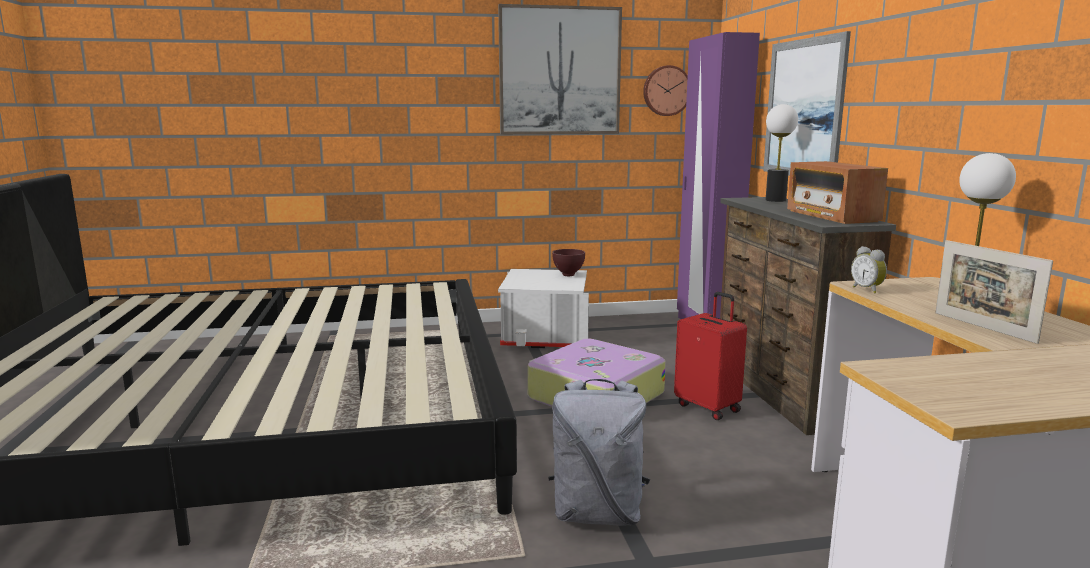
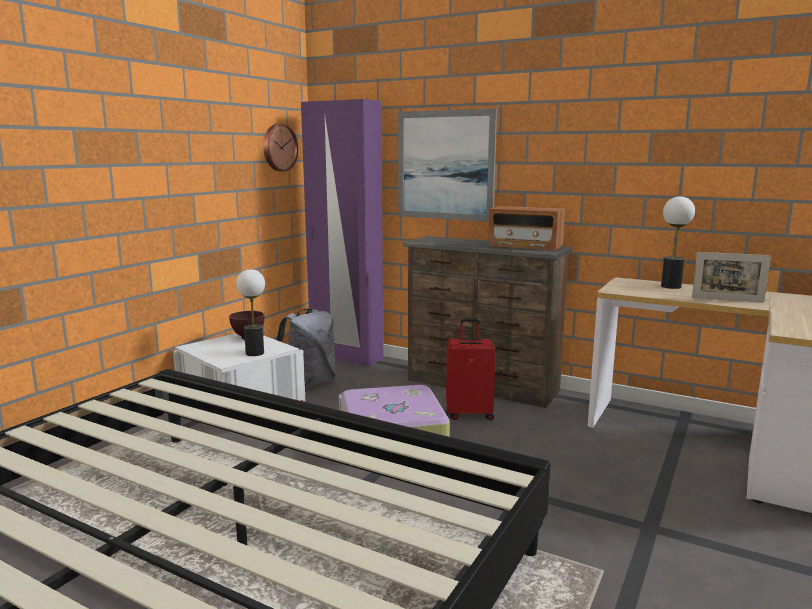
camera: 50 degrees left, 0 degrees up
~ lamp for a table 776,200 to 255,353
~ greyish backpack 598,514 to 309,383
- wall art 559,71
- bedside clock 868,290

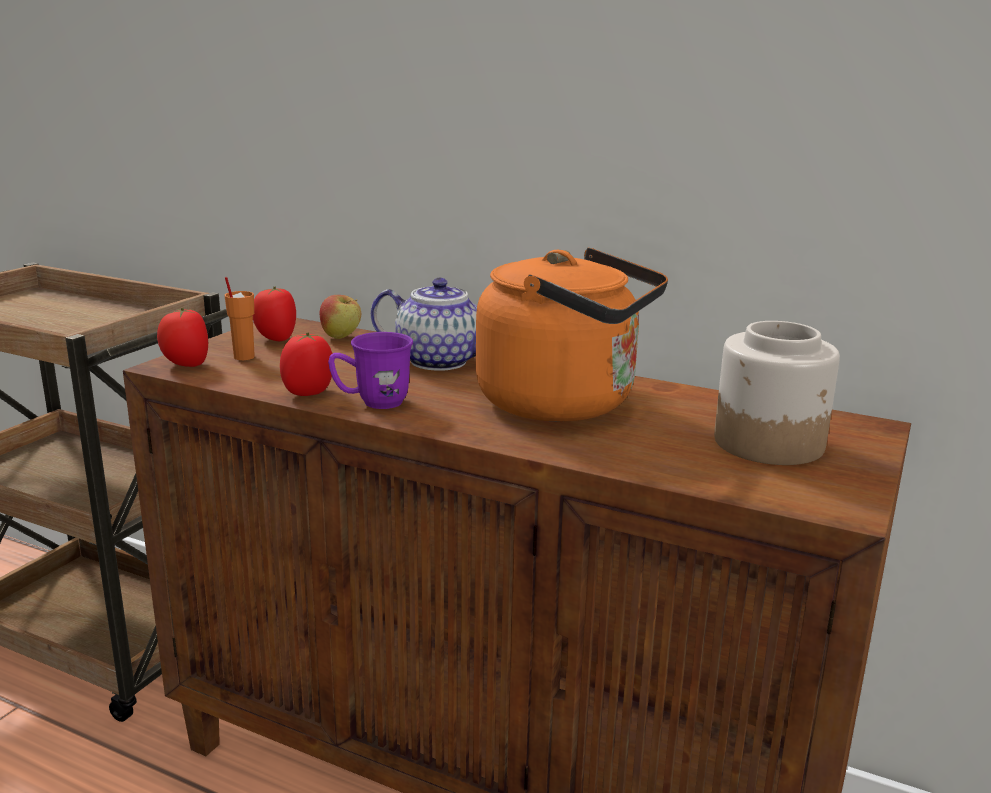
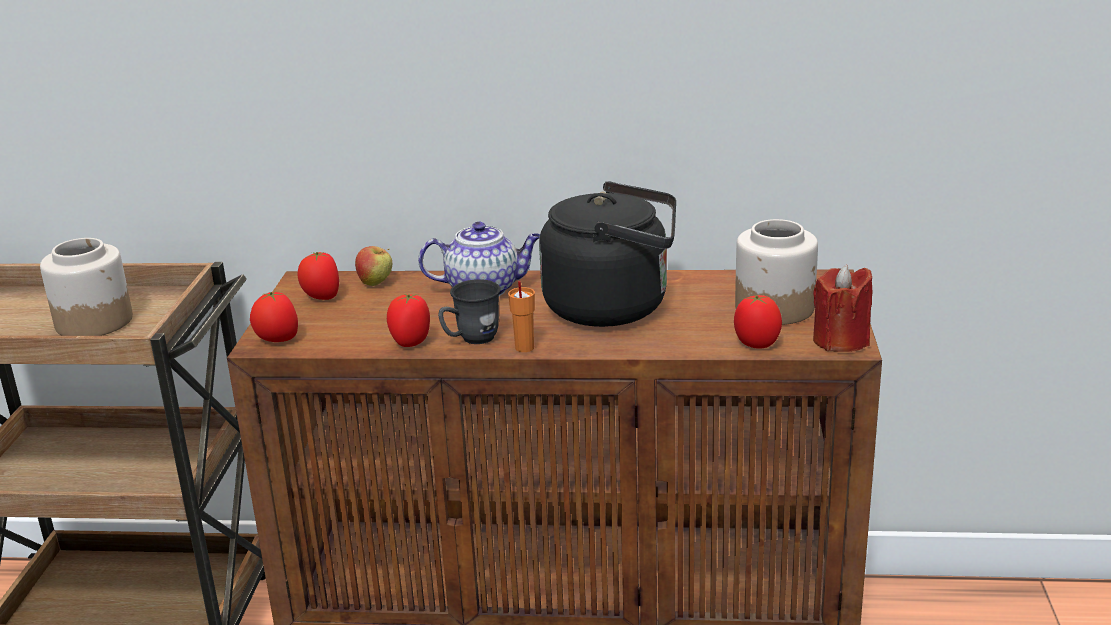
camera: 20 degrees left, 5 degrees up
+ storage jar 94,321
~ purple coffee mug 372,403 to greyish coffee mug 471,340
~ orange cup 243,357 to 524,348
~ orange kettle 566,404 to black-coloured kettle 614,307
+ fresh tomato 756,344
+ red-coloured candle 840,340

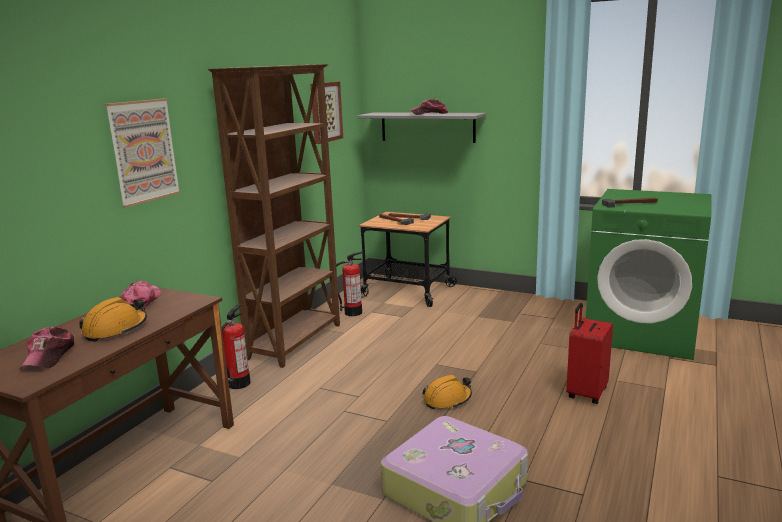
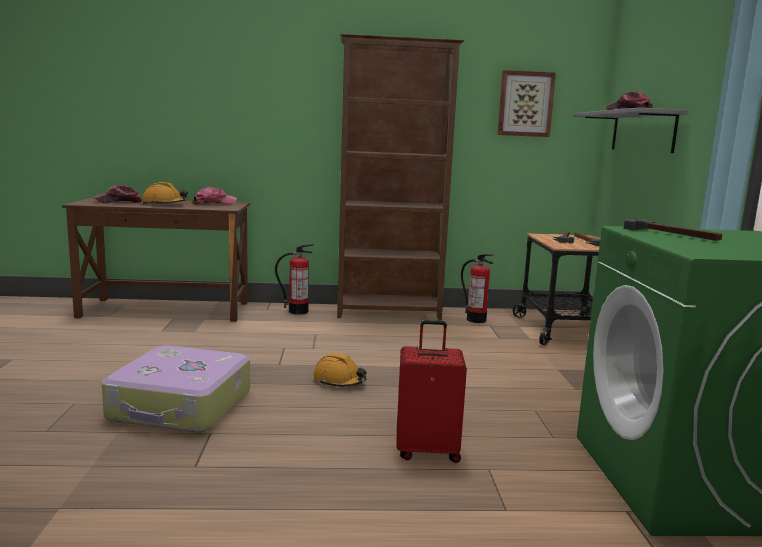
camera: 60 degrees right, 5 degrees down
- wall art 143,151

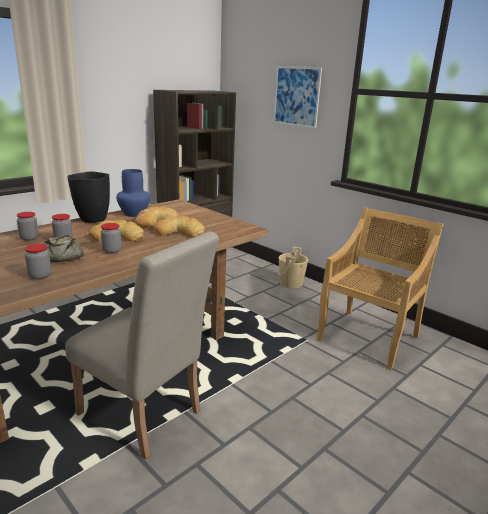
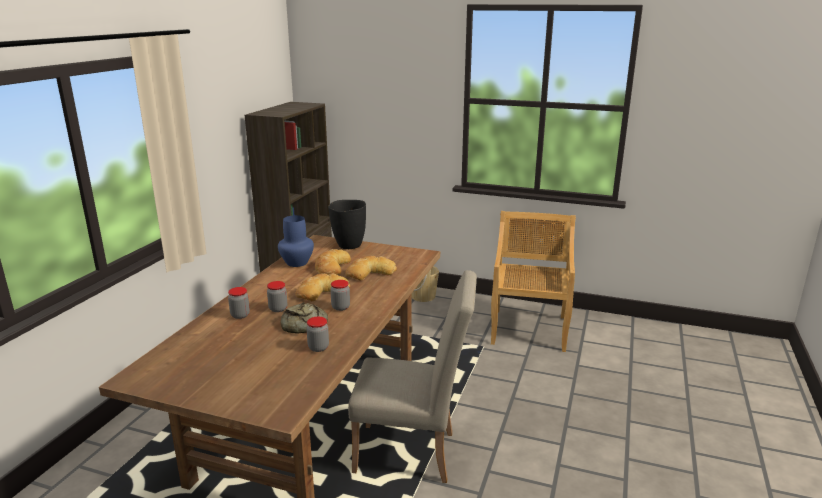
camera: 25 degrees left, 0 degrees up
~ black-coloured decorative vase 92,219 to 348,245
- wall art 296,96

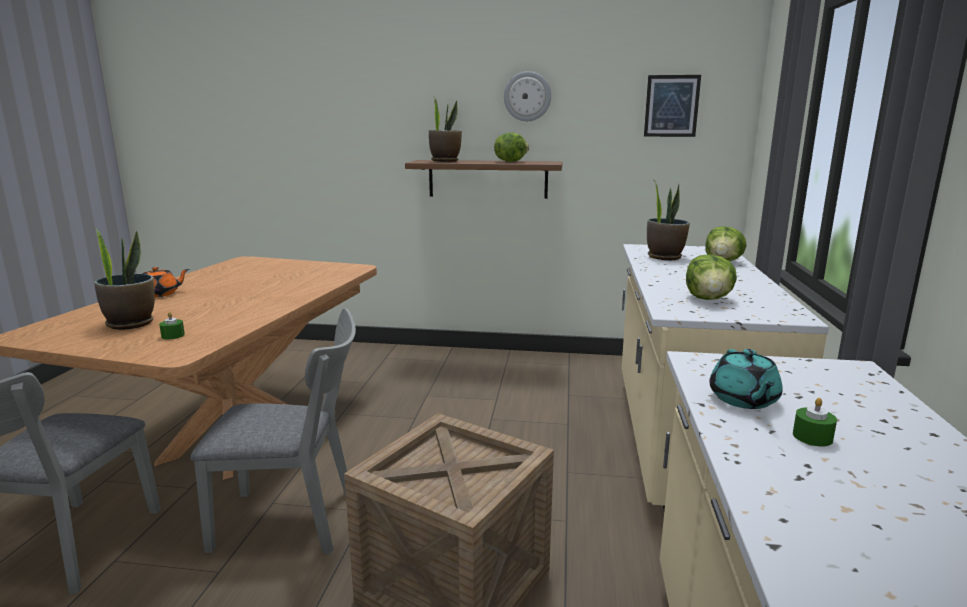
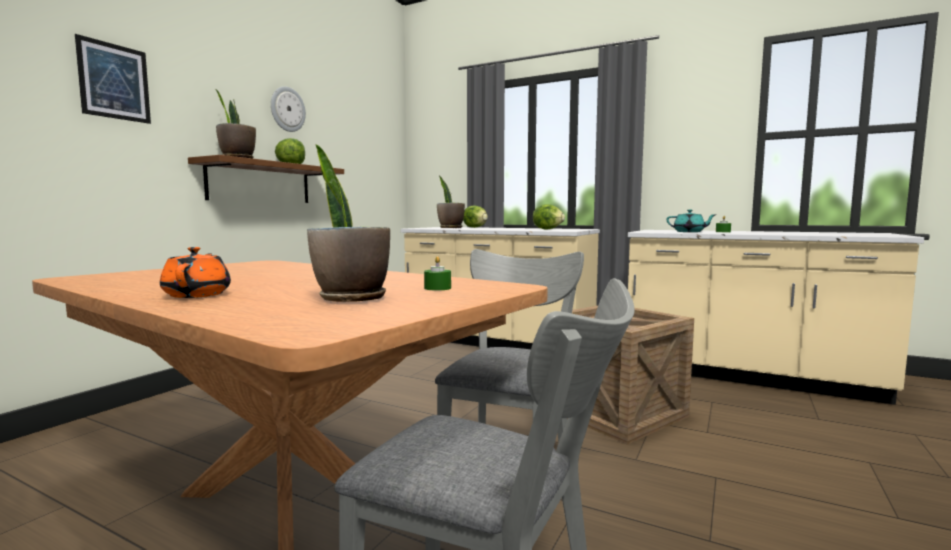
camera: 70 degrees left, 10 degrees down
~ wall art 671,106 to 114,81

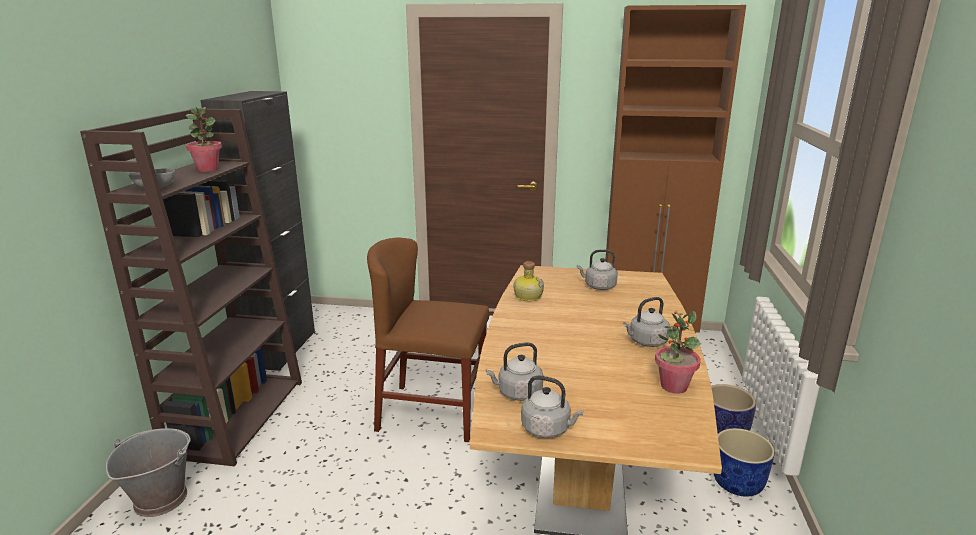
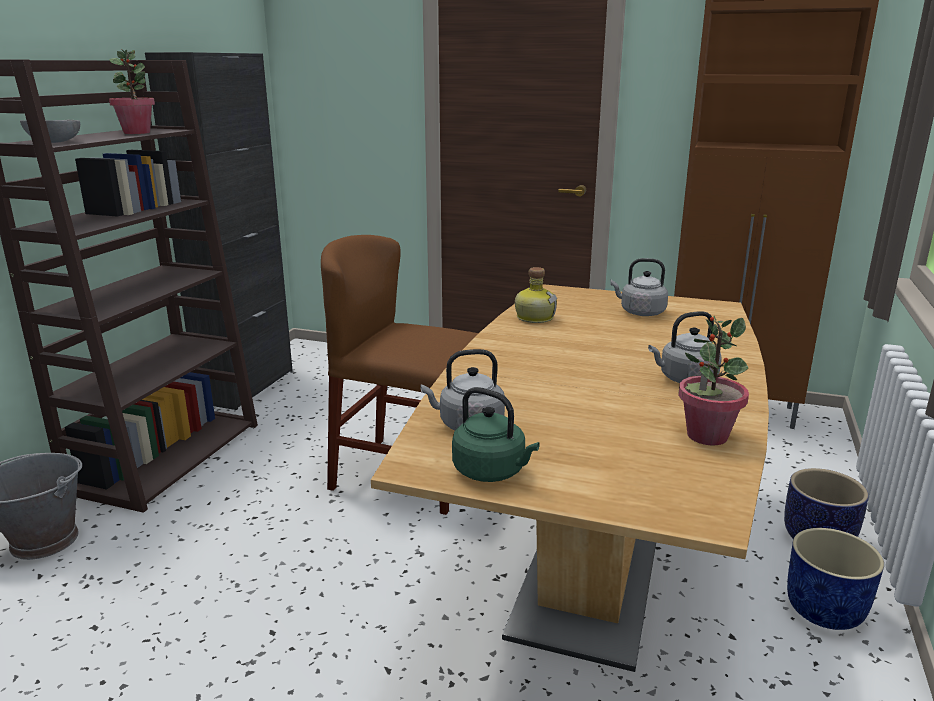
camera: 10 degrees right, 0 degrees up
~ greyish kettle 548,429 to green-coloured kettle 492,472

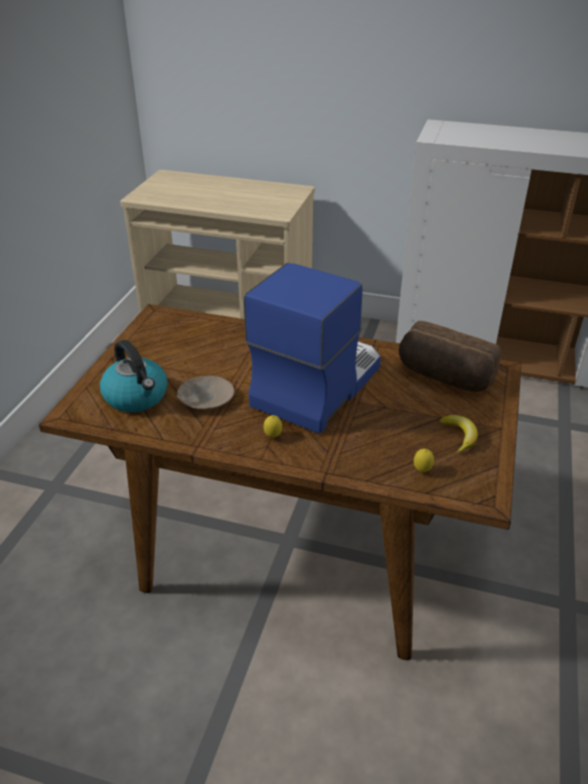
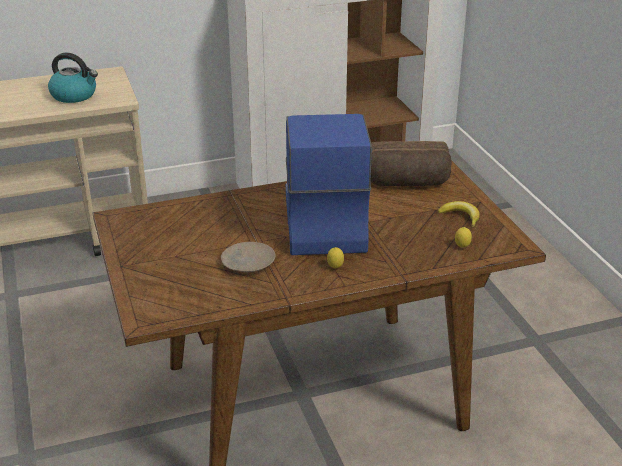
camera: 35 degrees left, 5 degrees down
~ kettle 137,397 to 74,95

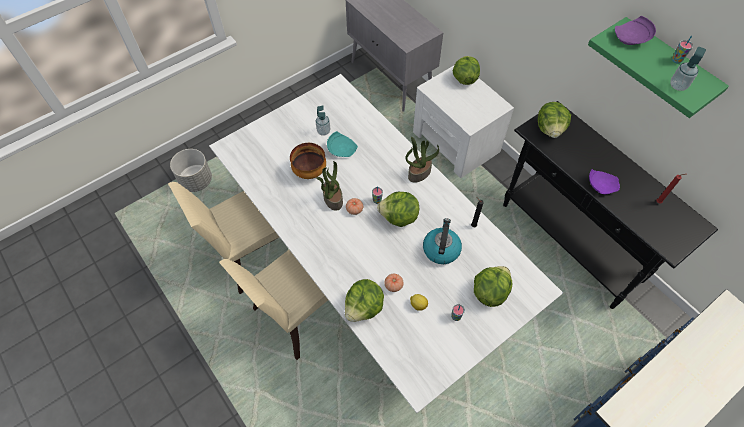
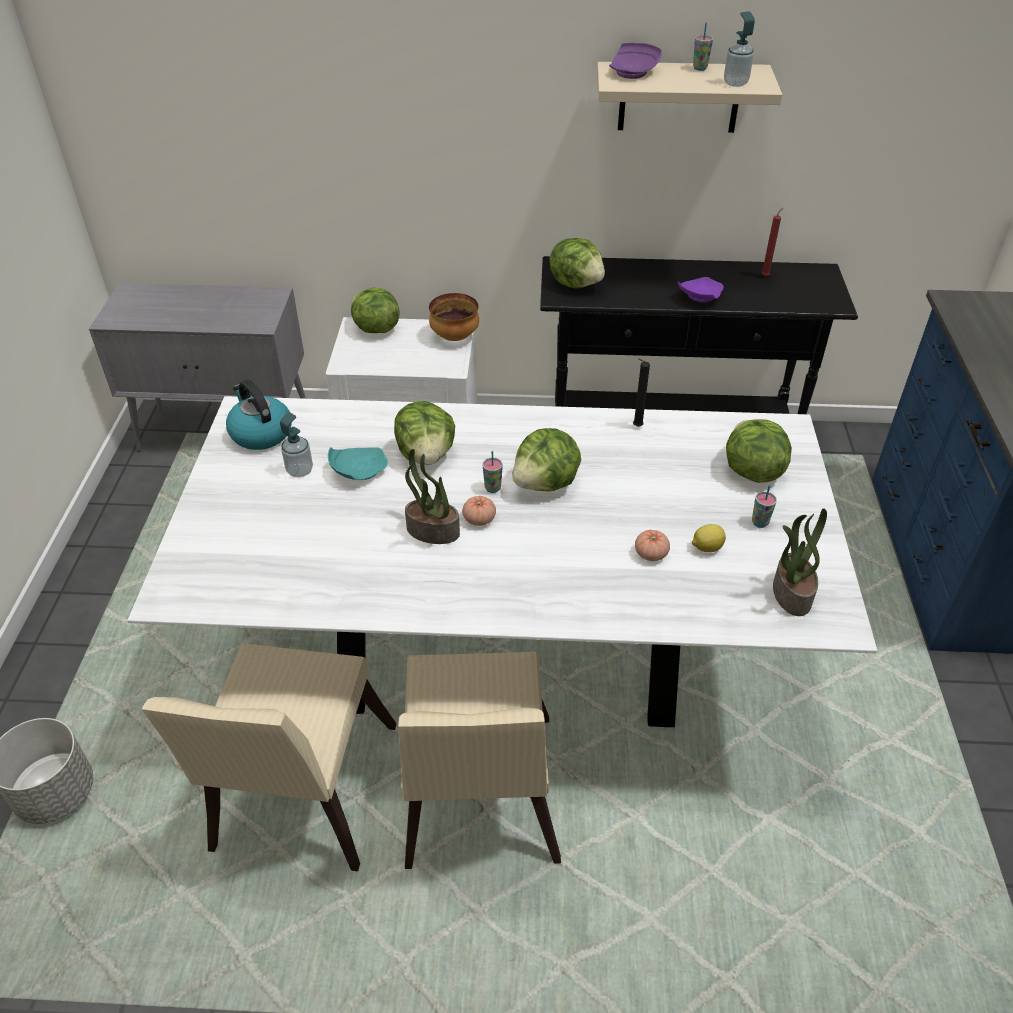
camera: 50 degrees left, 15 degrees down
~ kettle 441,249 to 260,433
~ lettuce head 364,307 to 426,455
~ deep dish 309,171 to 454,337
~ green-coloured wall shelf 664,67 to beige-coloured wall shelf 679,97
~ potted plant 419,173 to 790,593

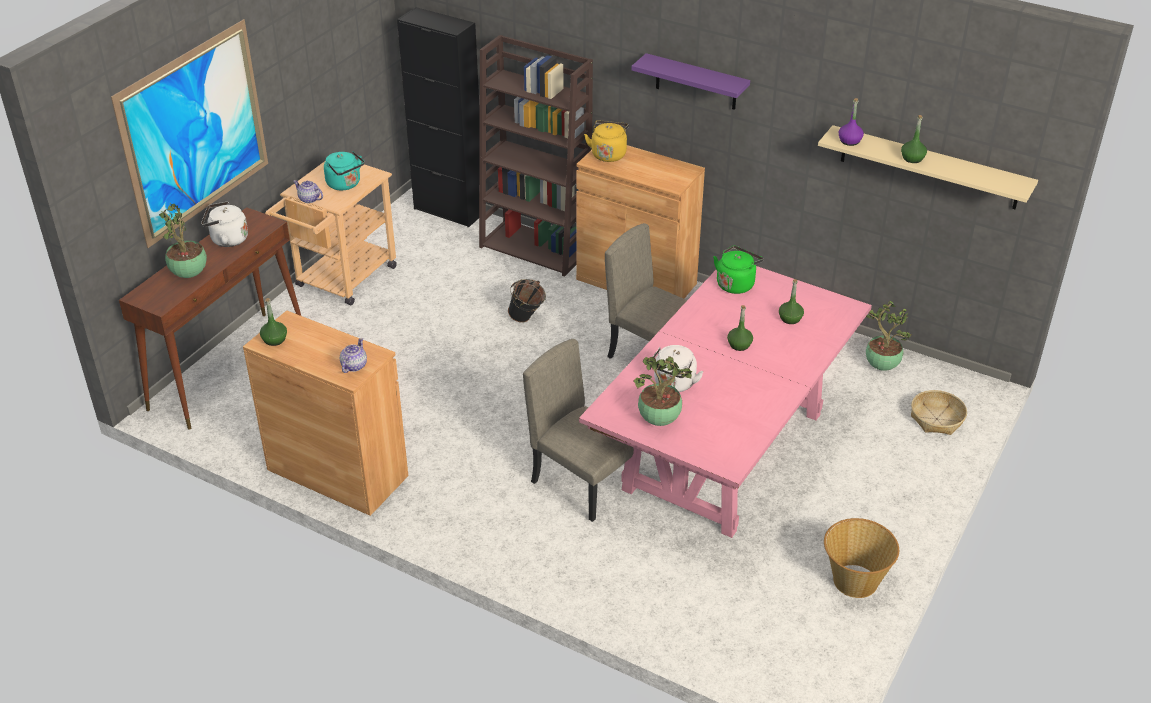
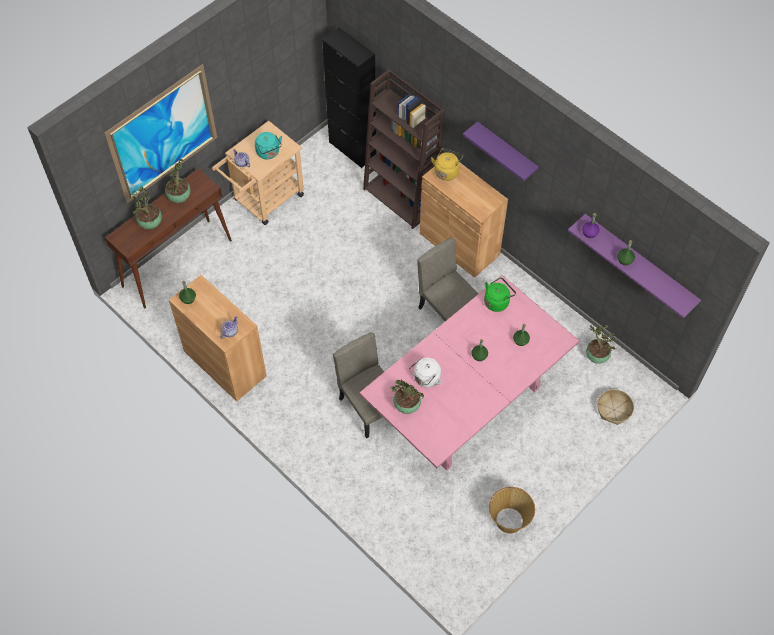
camera: 15 degrees right, 20 degrees up
~ white kettle 227,240 to potted plant 179,197
~ beige-coloured wall shelf 929,168 to purple wall shelf 639,263
- black-coloured bucket 527,319

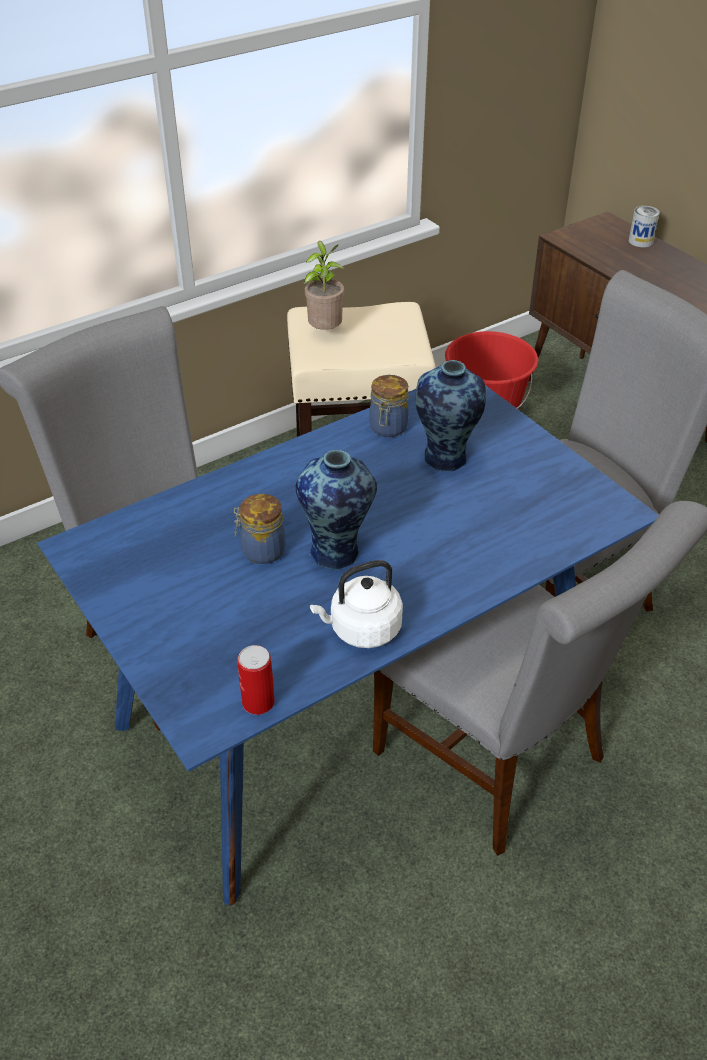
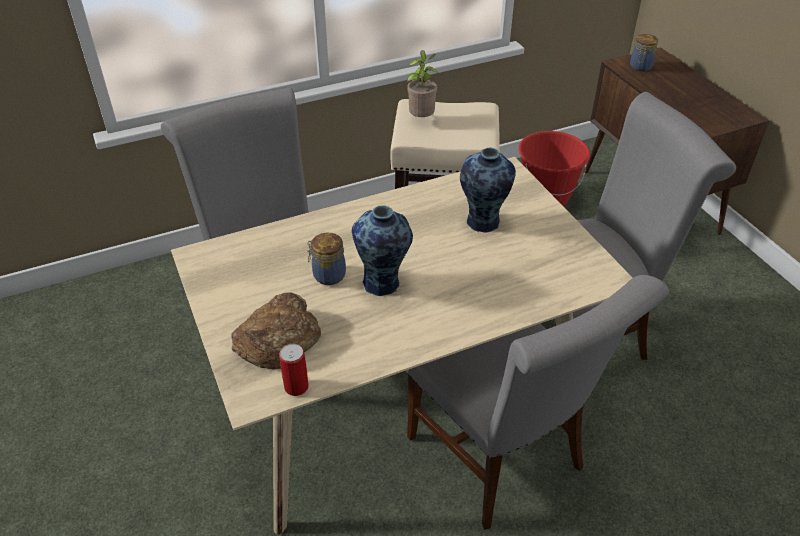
camera: 10 degrees right, 0 degrees up
~ blue-coloured kitchen table 353,710 to beige-coloured kitchen table 399,404
+ baked bread 278,338
~ storage jar 388,428 to 640,67
- white kettle 361,629
- metal can 640,241

